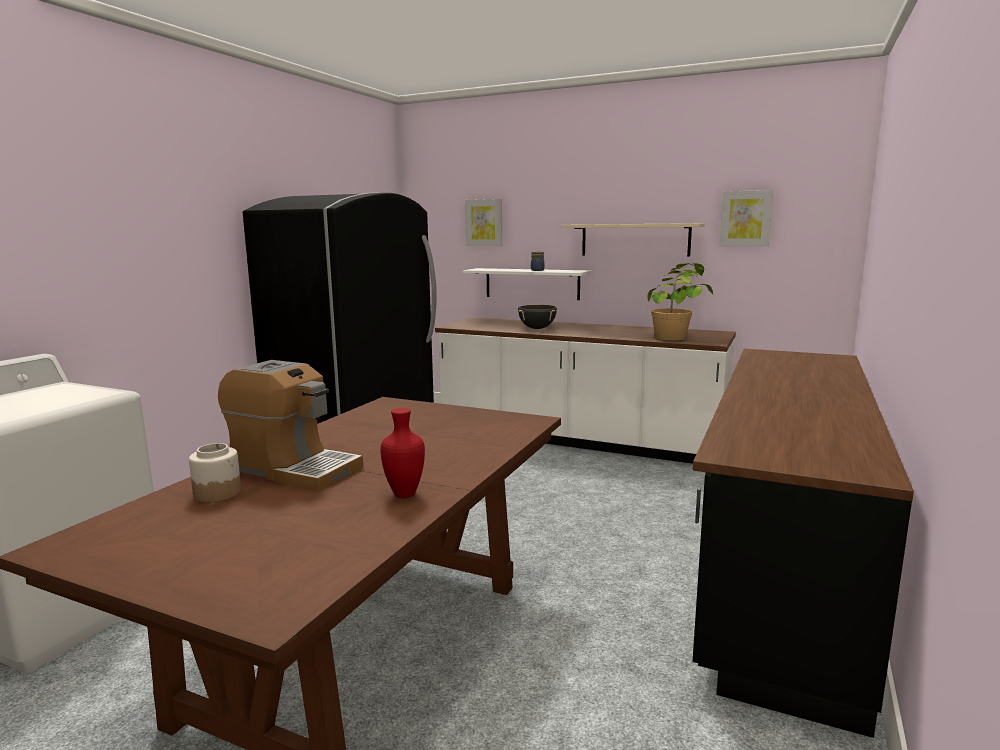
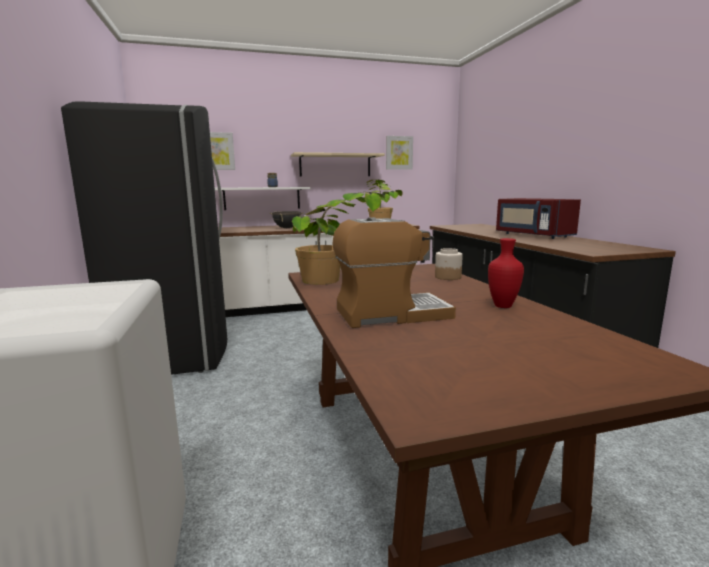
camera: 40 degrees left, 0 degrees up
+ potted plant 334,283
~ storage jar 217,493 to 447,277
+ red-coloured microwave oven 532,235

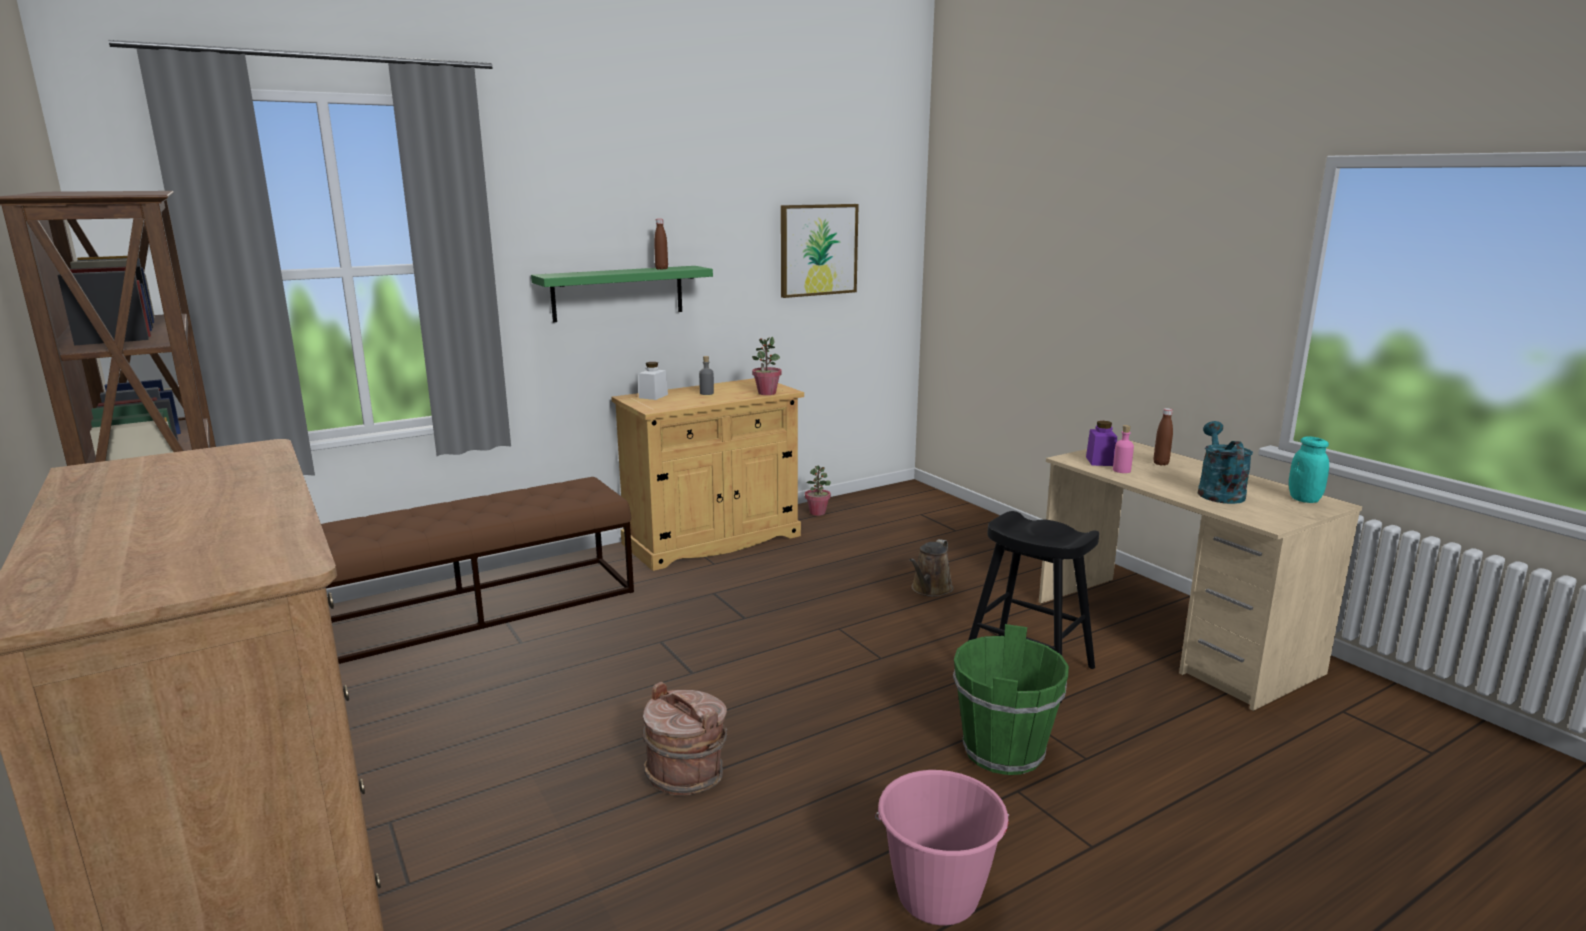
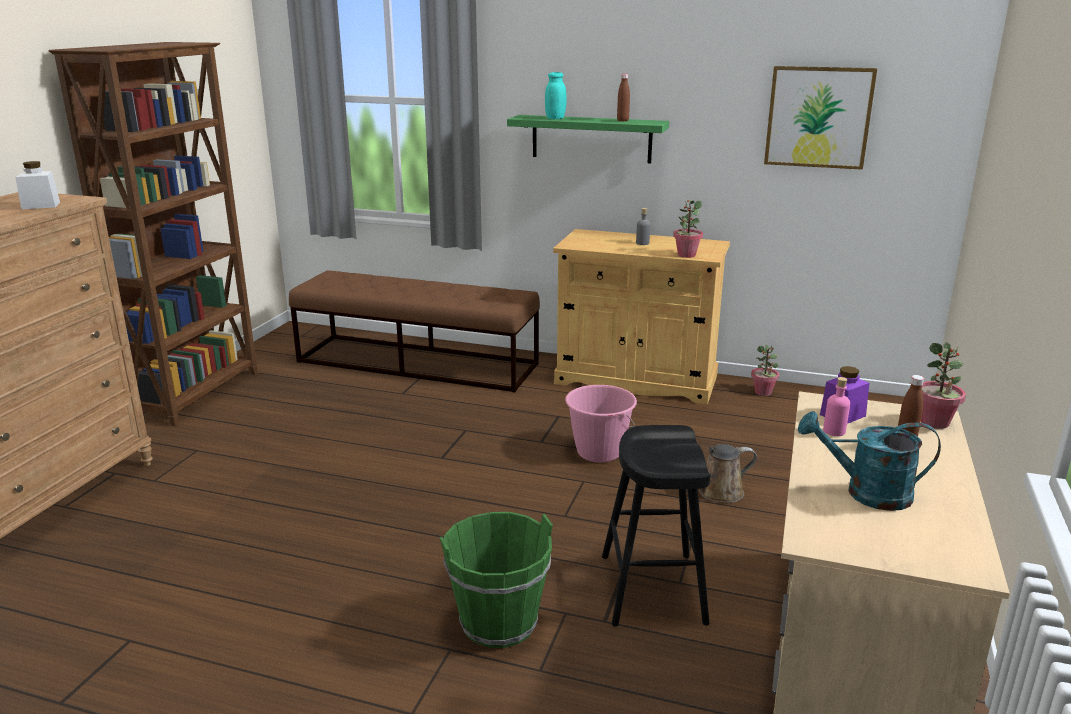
camera: 50 degrees right, 5 degrees up
~ white storage jar 653,396 to 41,205
~ blue-green storage jar 1304,499 to 555,118
~ pink-coloured bucket 937,897 to 598,452
~ blue-green watering pot 1218,492 = 866,493 135 degrees counterclockwise
+ potted plant 935,422
- brown-coloured bucket 686,774

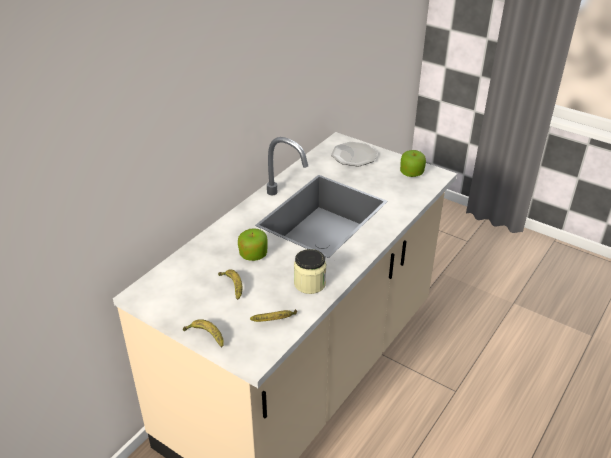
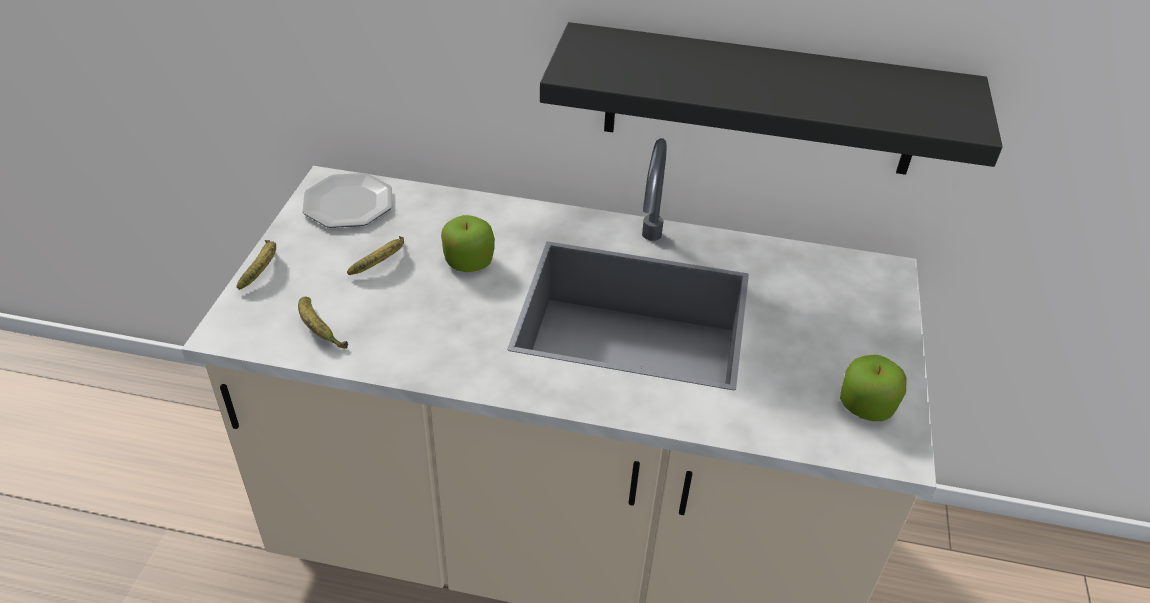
camera: 65 degrees right, 5 degrees up
~ plate 353,155 to 349,203
+ black-coloured wall shelf 761,101
- storage jar 309,283

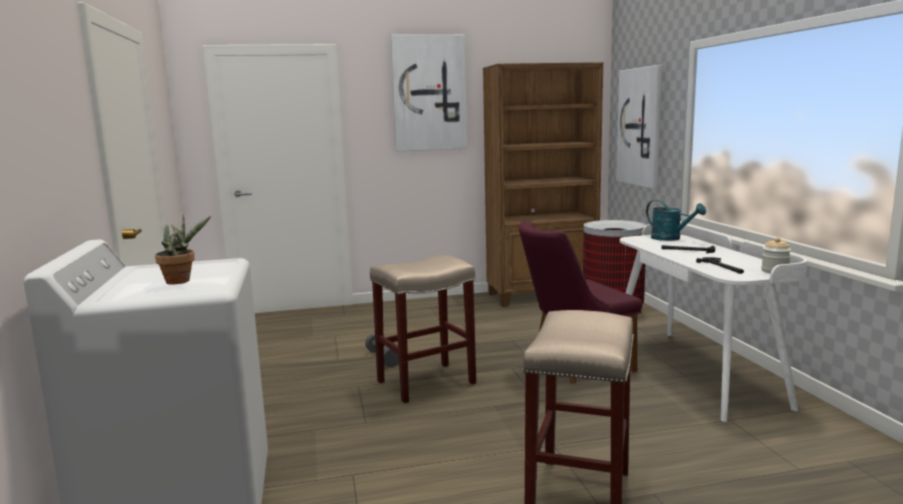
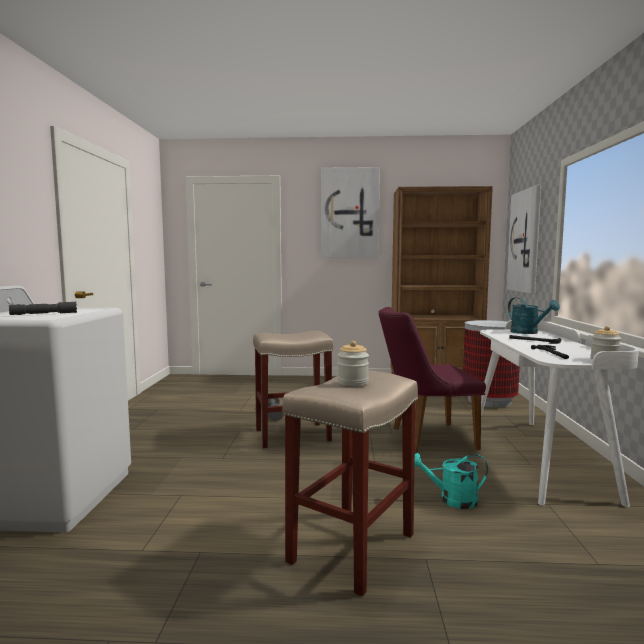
camera: 15 degrees right, 5 degrees down
~ potted plant 182,281 to greyish torch 44,314
+ storage jar 352,382
+ blue-green watering pot 451,500

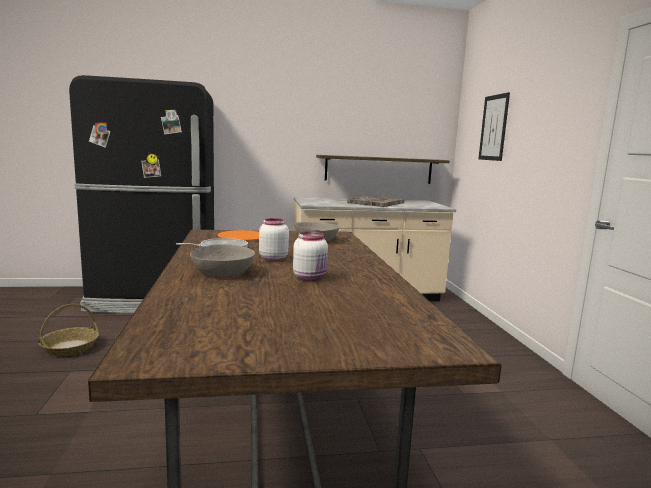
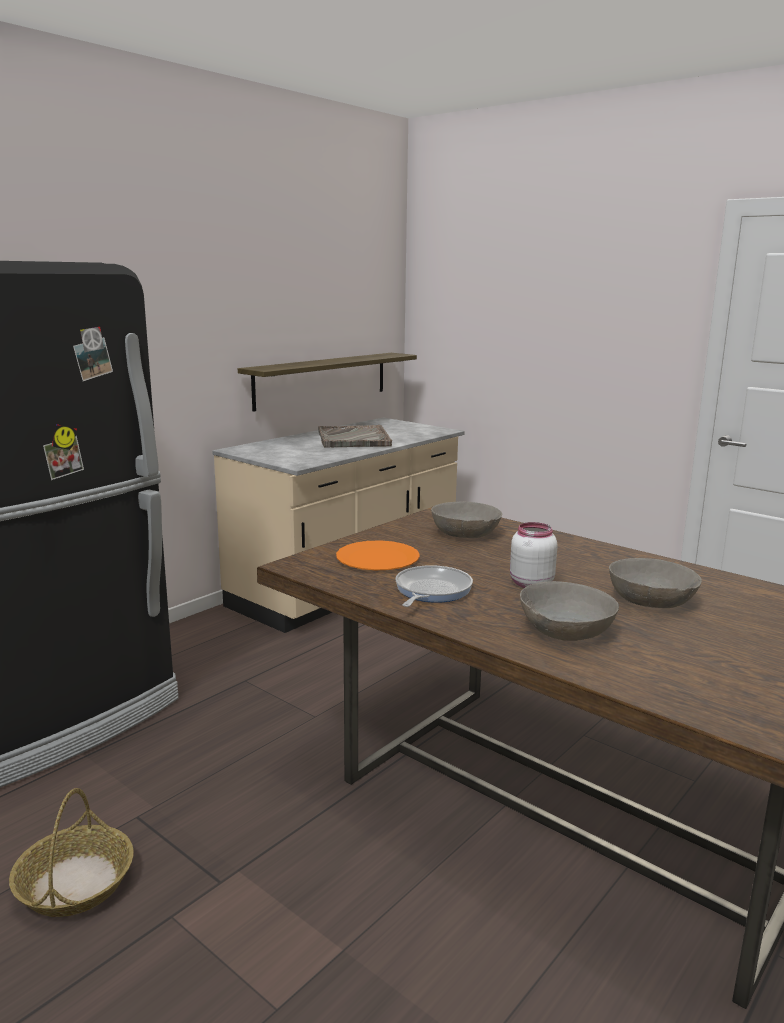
camera: 40 degrees left, 5 degrees up
~ white storage jar 310,278 to greyish deep dish 651,599
- wall art 493,127

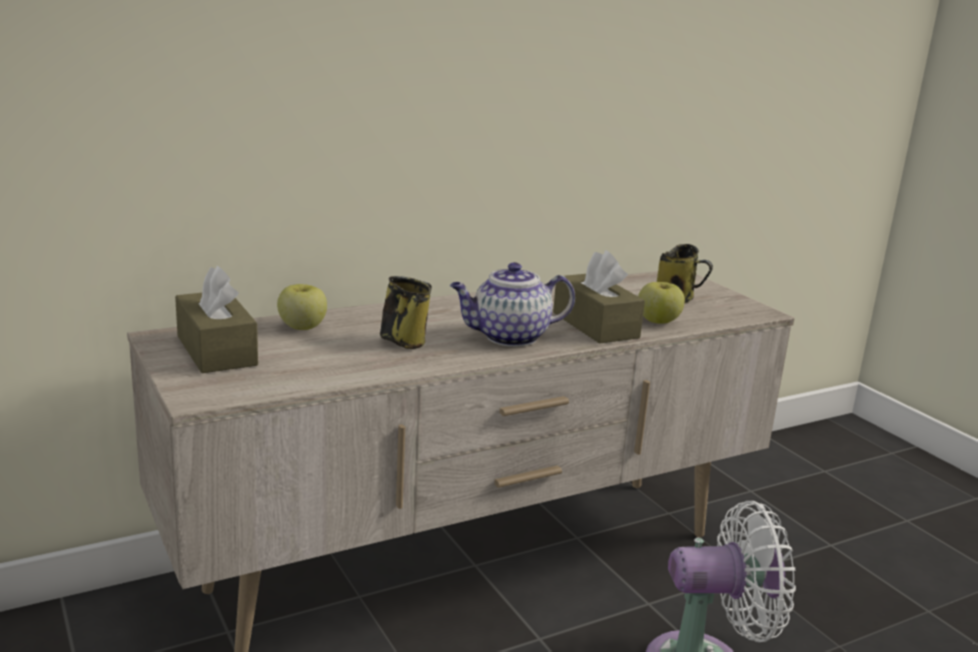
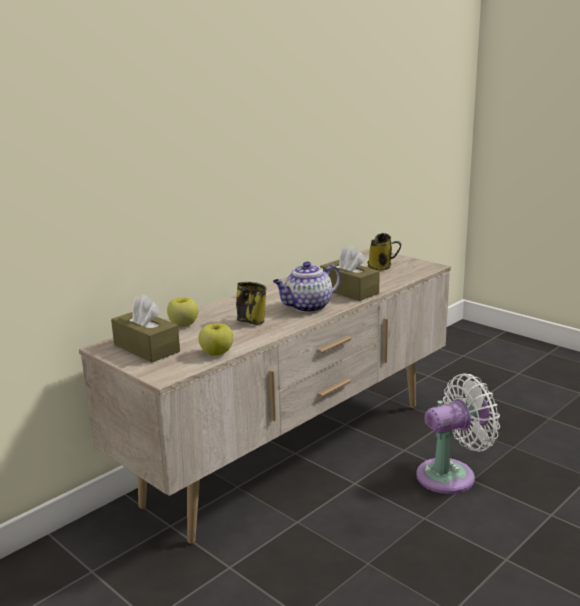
camera: 15 degrees left, 0 degrees up
~ apple 658,321 to 216,353

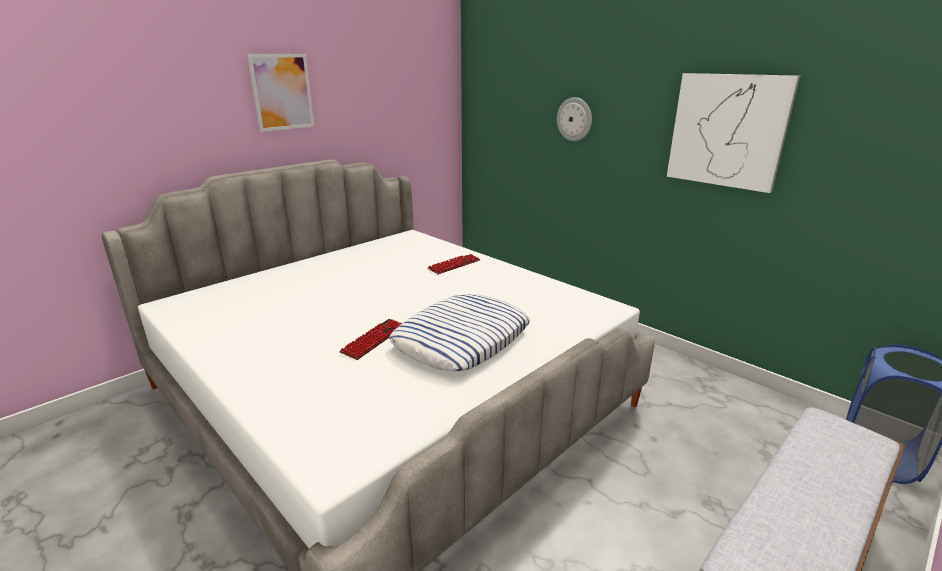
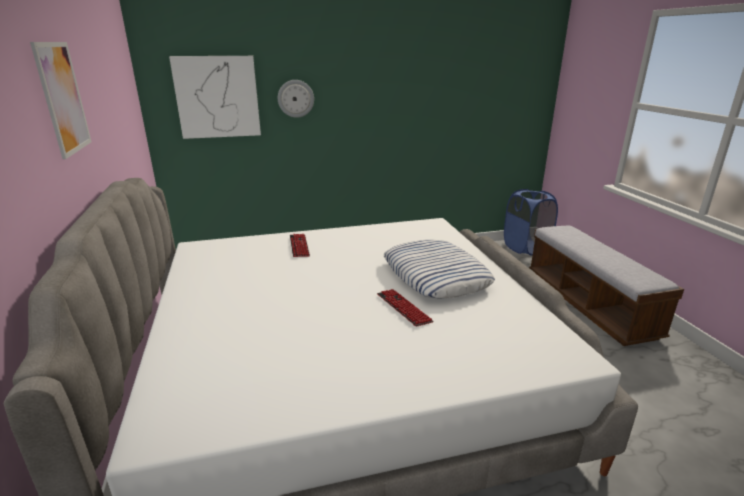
camera: 60 degrees left, 0 degrees up
~ wall art 727,131 to 217,97

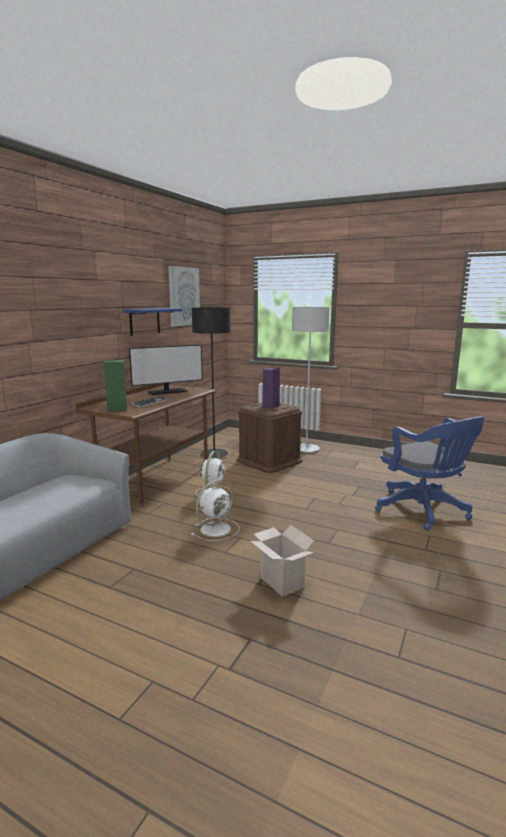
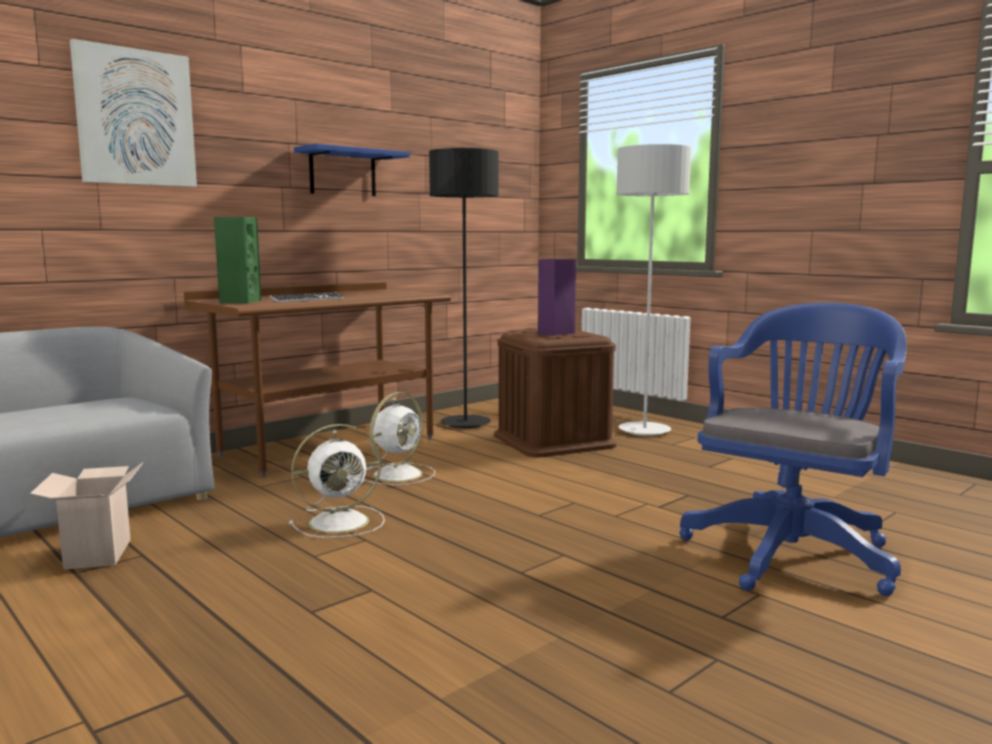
camera: 20 degrees right, 5 degrees down
~ cardboard box 280,582 to 96,553
~ wall art 183,296 to 135,118
~ blue-coloured desk chair 424,511 = 793,551 135 degrees counterclockwise
- monitor 167,391

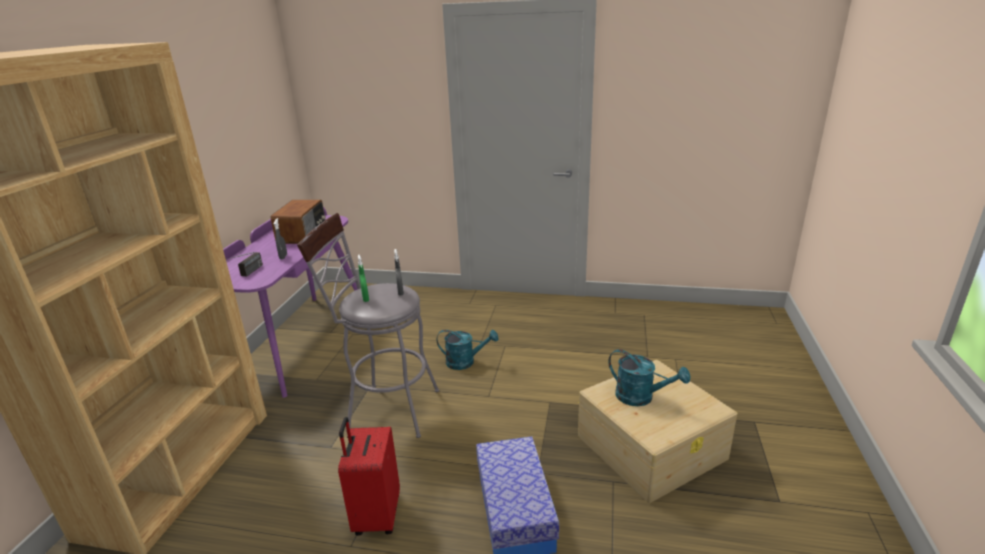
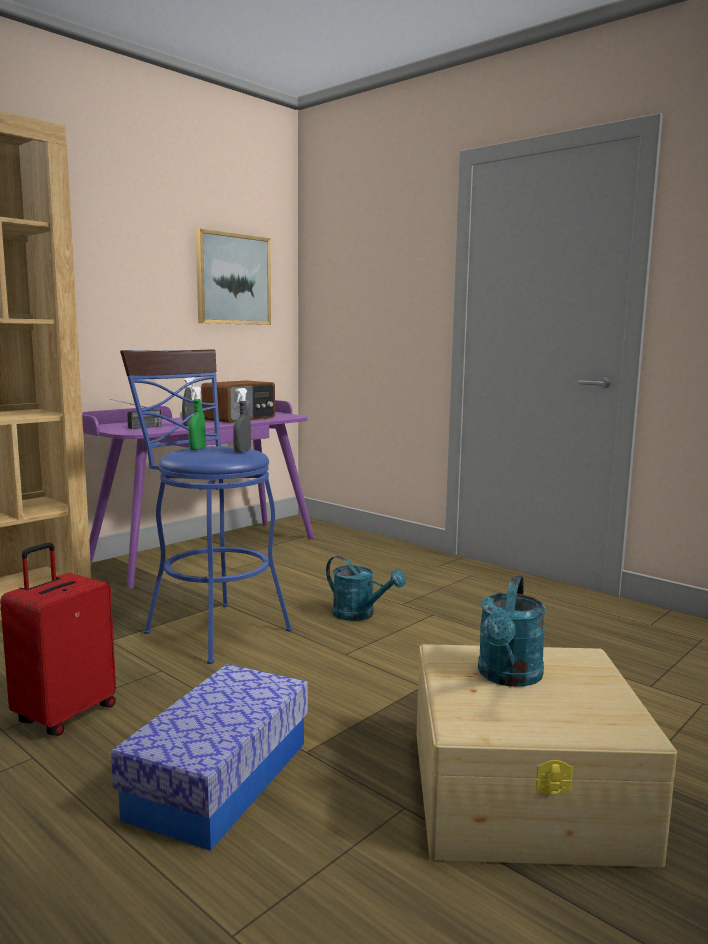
camera: 30 degrees right, 15 degrees down
~ greyish stool 386,409 to blue-coloured stool 210,628
+ wall art 233,279
~ blue-green watering pot 641,397 = 508,677 45 degrees clockwise

